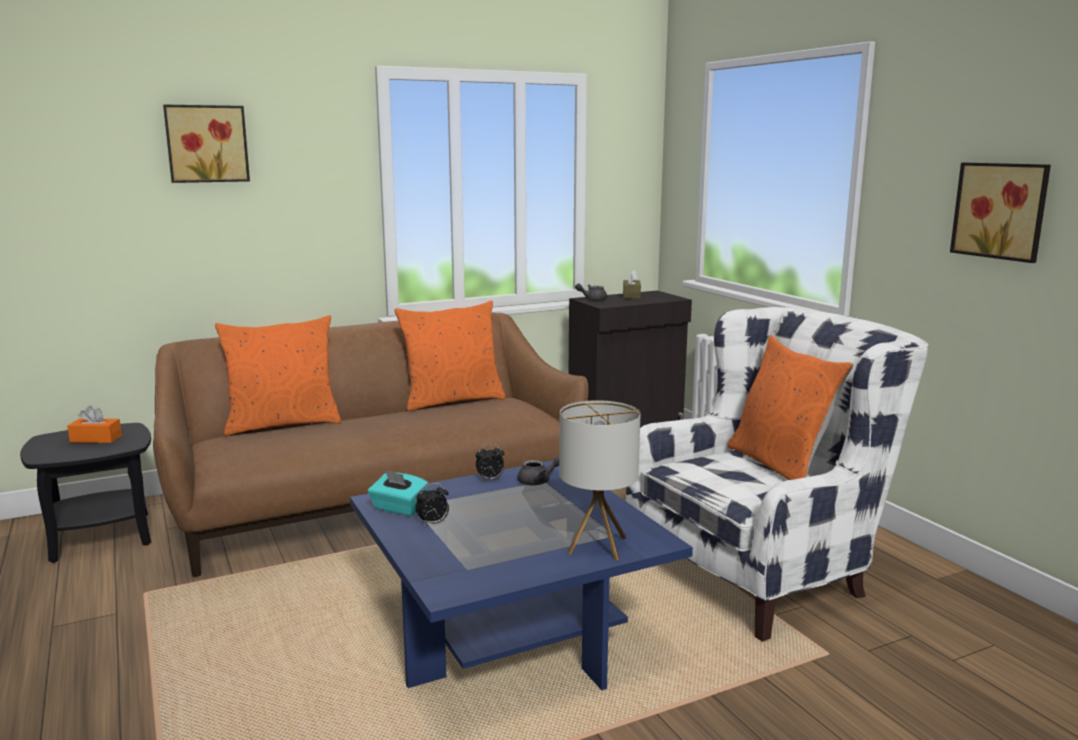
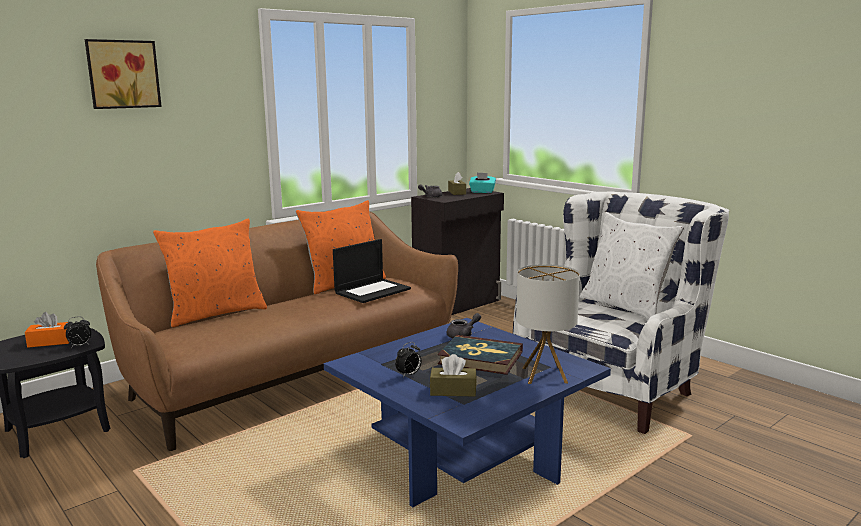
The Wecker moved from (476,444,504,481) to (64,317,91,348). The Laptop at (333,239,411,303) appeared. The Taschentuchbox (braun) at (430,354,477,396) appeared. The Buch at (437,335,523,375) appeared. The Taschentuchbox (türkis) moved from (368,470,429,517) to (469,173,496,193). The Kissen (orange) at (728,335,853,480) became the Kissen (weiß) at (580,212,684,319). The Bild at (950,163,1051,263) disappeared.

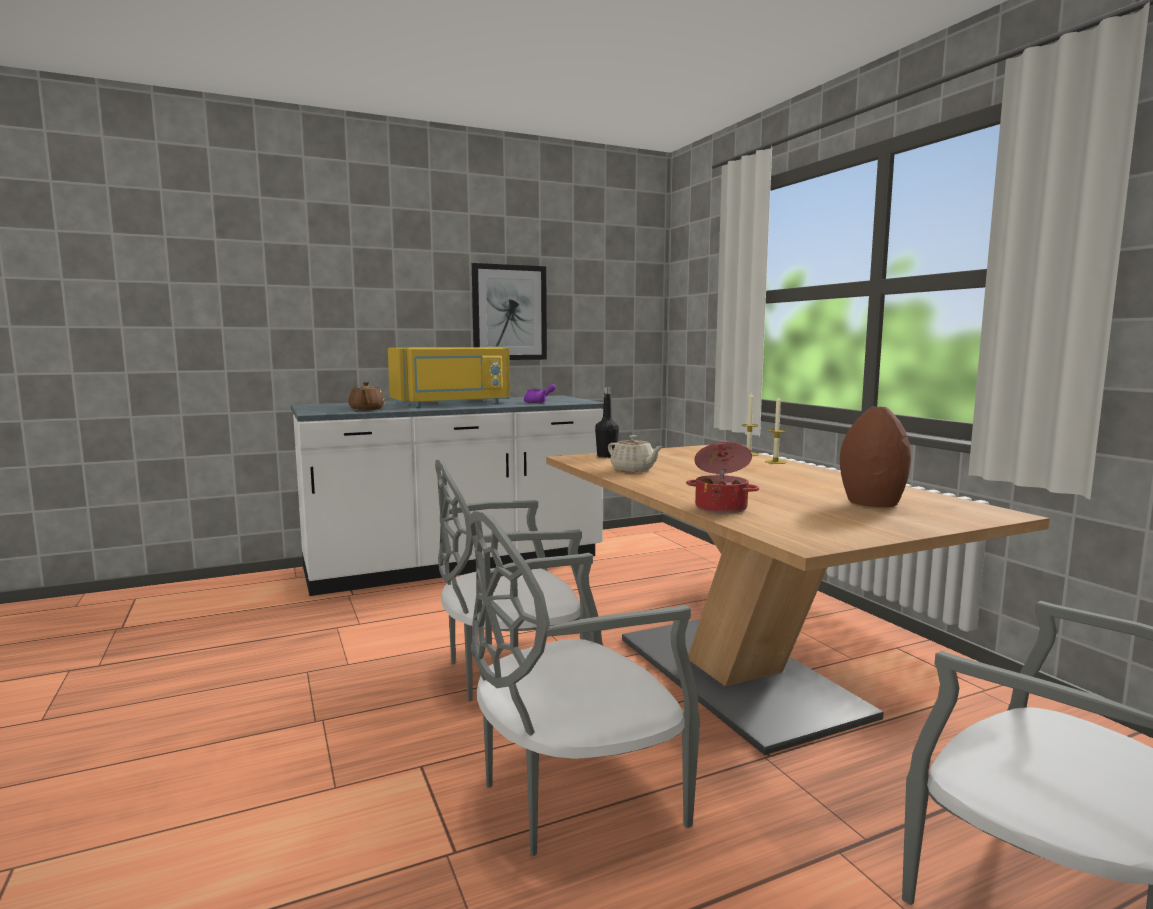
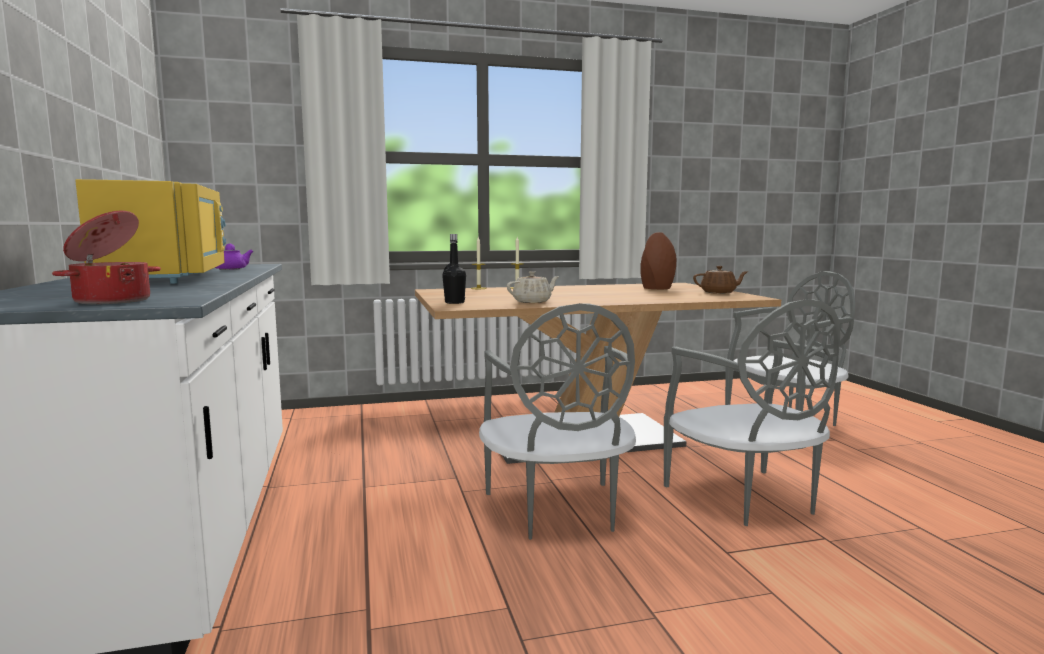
The Kochtopf moved from (686,442,759,514) to (52,211,161,304). The Teekanne (braun) moved from (348,382,385,410) to (693,266,749,294). The Bild at (472,263,547,360) disappeared.

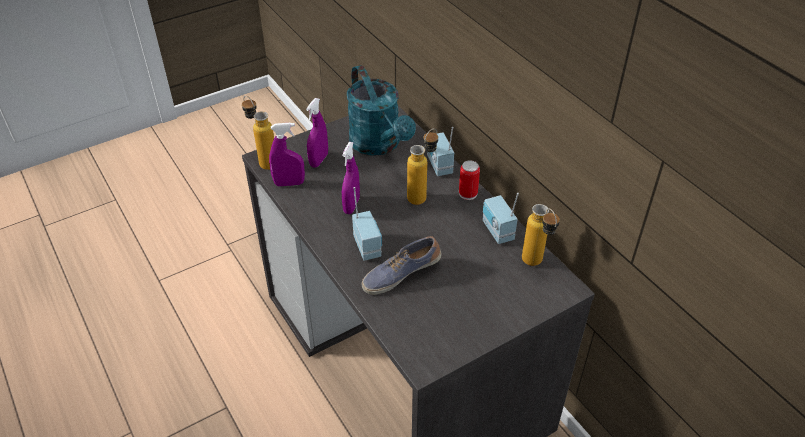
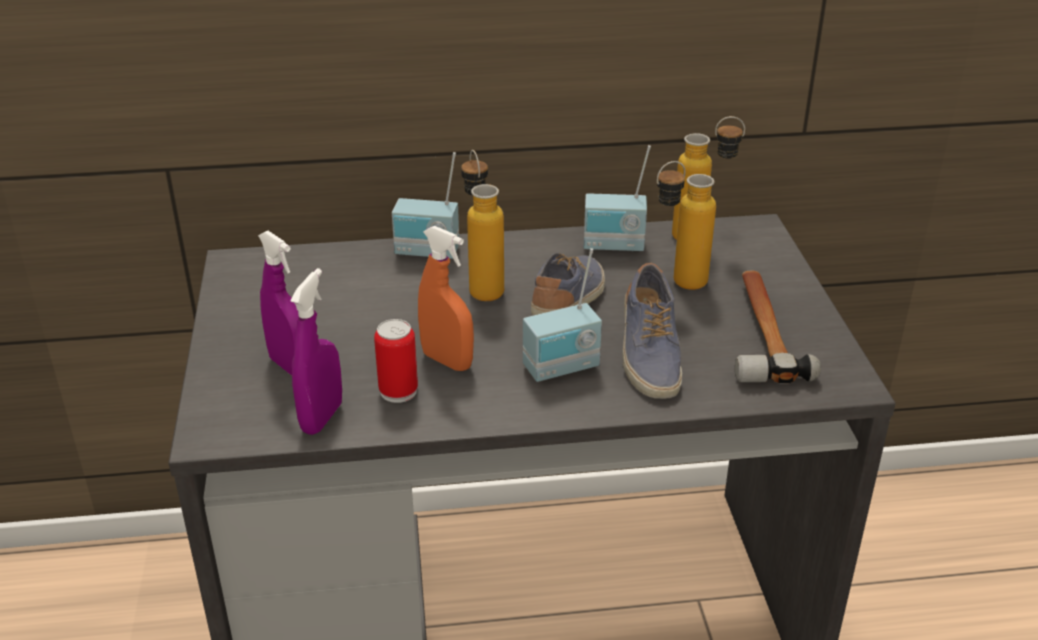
The Dose moved from (459,160,480,200) to (374,319,418,403). The Sprühflasche (lila) at (342,142,360,214) became the Sprühflasche (orange) at (418,226,474,371). The Radio at (352,187,382,261) turned 150 degrees clockwise. The Schuh at (531,252,605,316) appeared. The Flasche moved from (242,96,274,170) to (657,161,716,290). The Hammer at (735,271,821,384) appeared. The Gießkanne (türkis) at (347,65,416,156) disappeared.

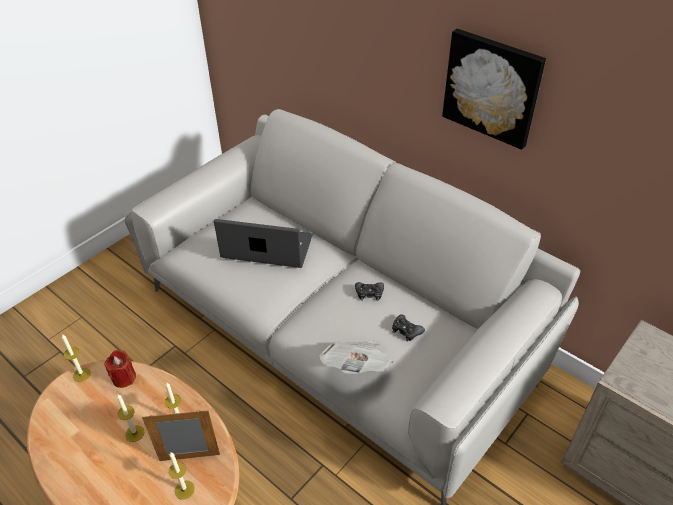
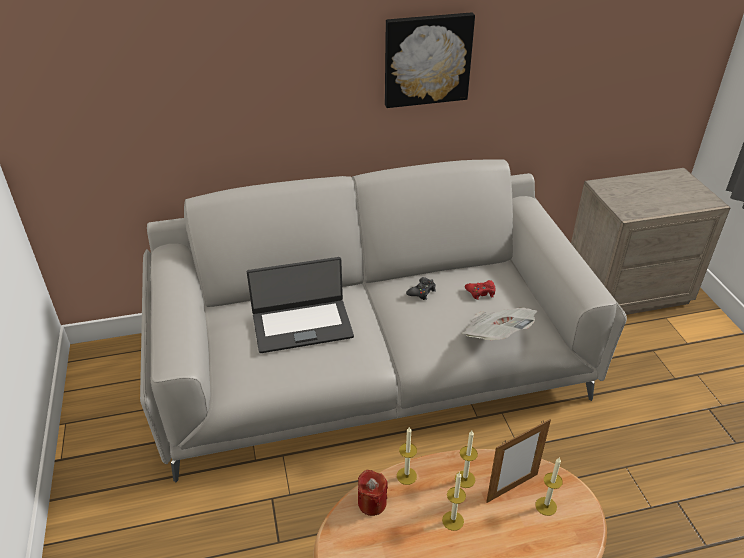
The Laptop at (214,219,312,268) turned 150 degrees counterclockwise. The Kerze moved from (62,334,91,382) to (397,427,417,485). The Gamepad (schwarz) at (392,314,425,342) became the Gamepad (rot) at (465,280,495,300). The Bilderrahmen at (142,410,220,461) turned 150 degrees counterclockwise.

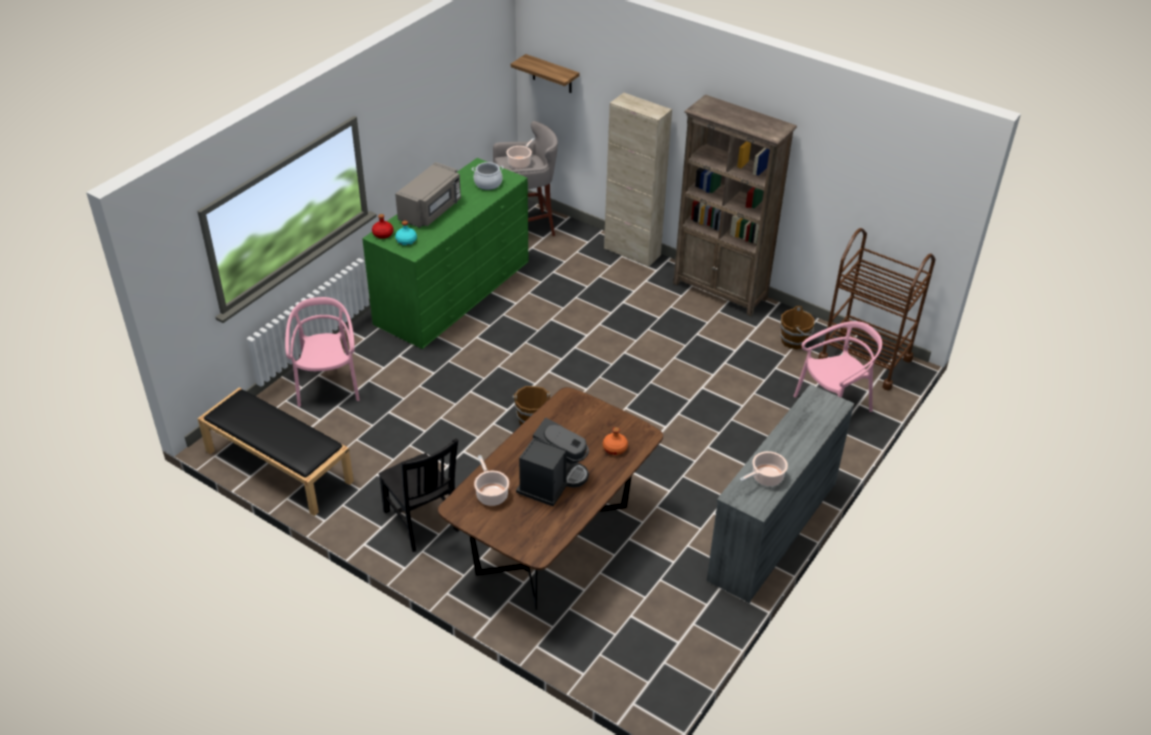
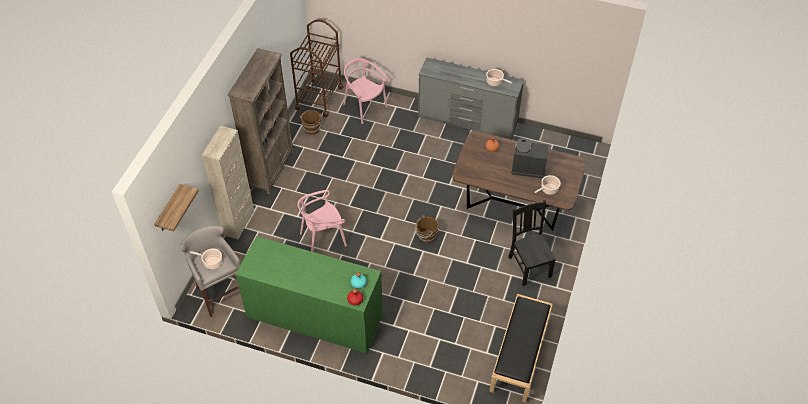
The Stuhl (rosa) moved from (285,297,360,407) to (298,190,347,252). The Stuhl (schwarz) at (379,439,459,552) turned 60 degrees counterclockwise. The Mikrowelle (grau) at (395,162,461,228) disappeared. The Kochtopf at (472,162,504,190) disappeared.

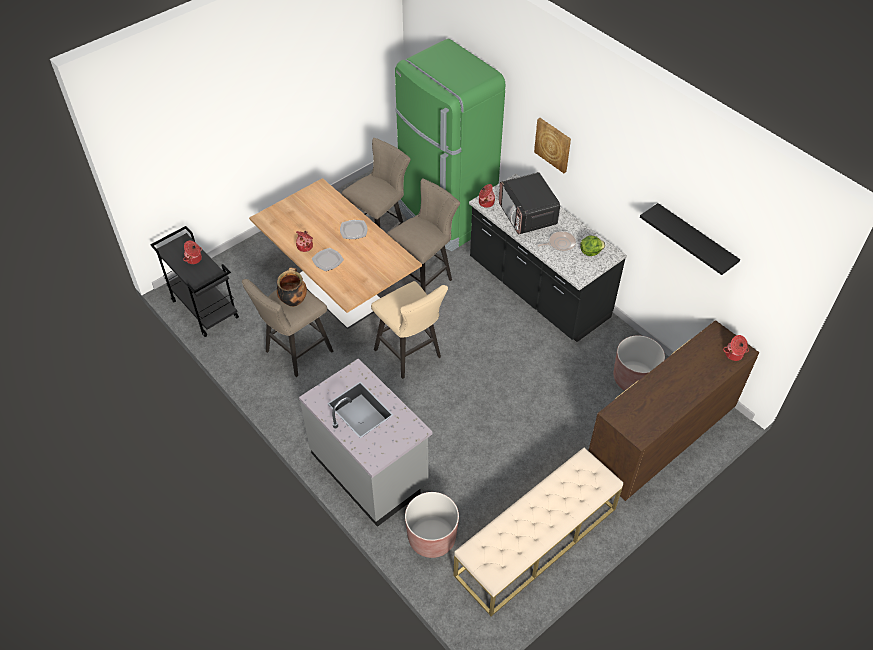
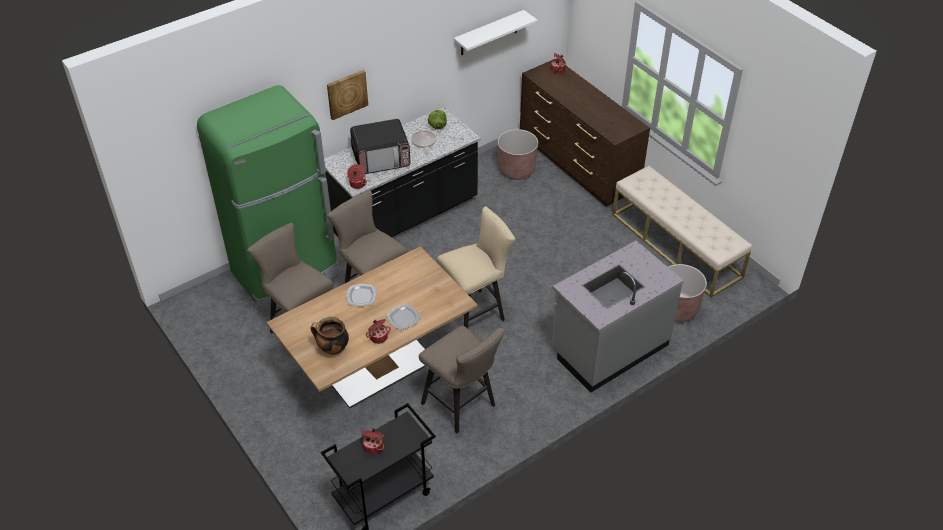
The Kochtopf moved from (277,267,307,307) to (311,317,349,355). The Wandregal (schwarz) at (640,203,740,275) became the Wandregal (weiß) at (454,10,538,55).

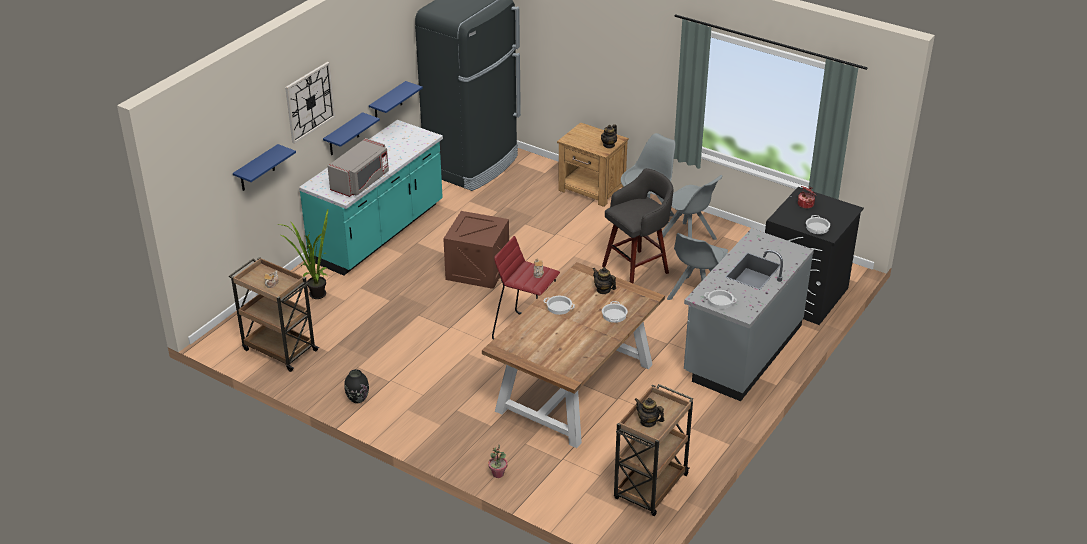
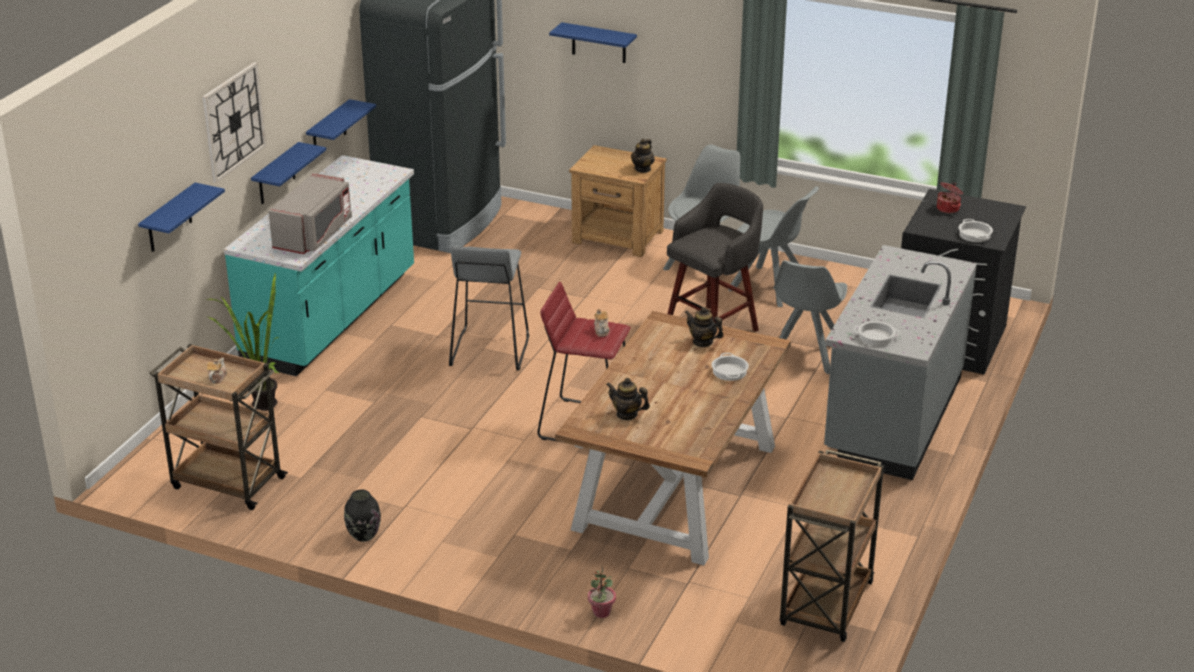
The Kiste at (443,211,509,289) was replaced by the Hocker (grau) at (449,246,529,371). The Wandregal (blau) at (549,22,637,63) appeared. The Teekanne moved from (634,398,664,427) to (606,378,650,420). The Kochtopf at (544,296,575,315) disappeared.

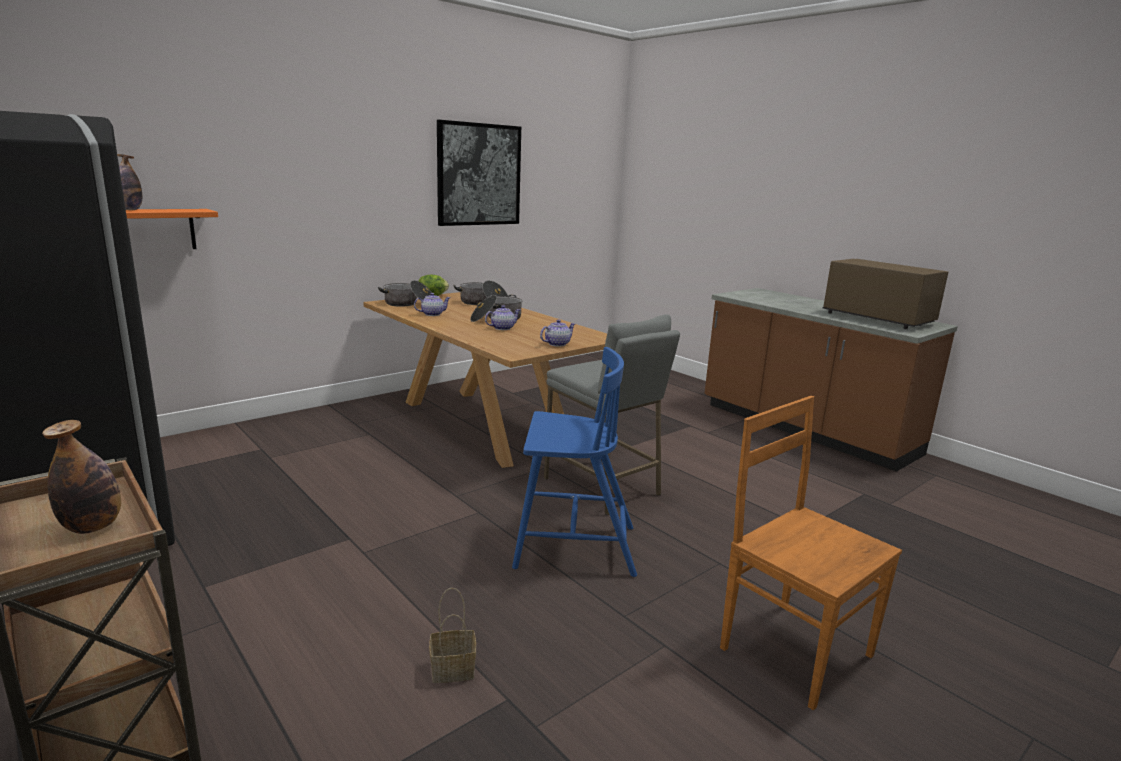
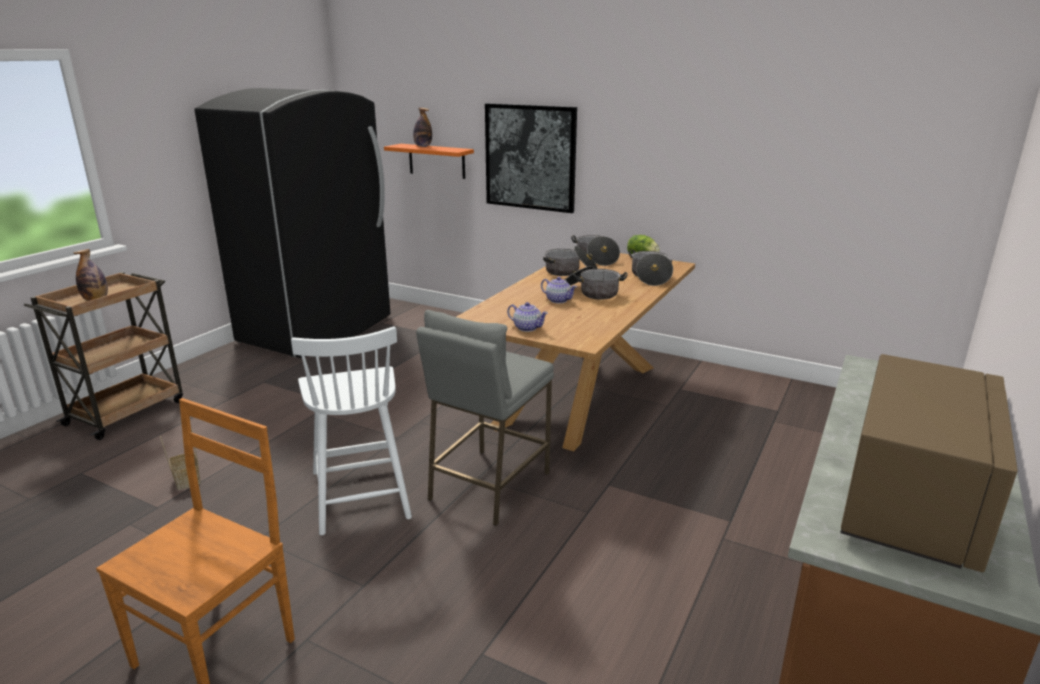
The Stuhl (blau) at (512,347,637,577) became the Stuhl (weiß) at (291,326,412,535). The Bild moved from (437,120,521,226) to (485,103,577,213). The Teekanne at (414,293,451,316) was replaced by the Kochtopf at (543,246,598,276).

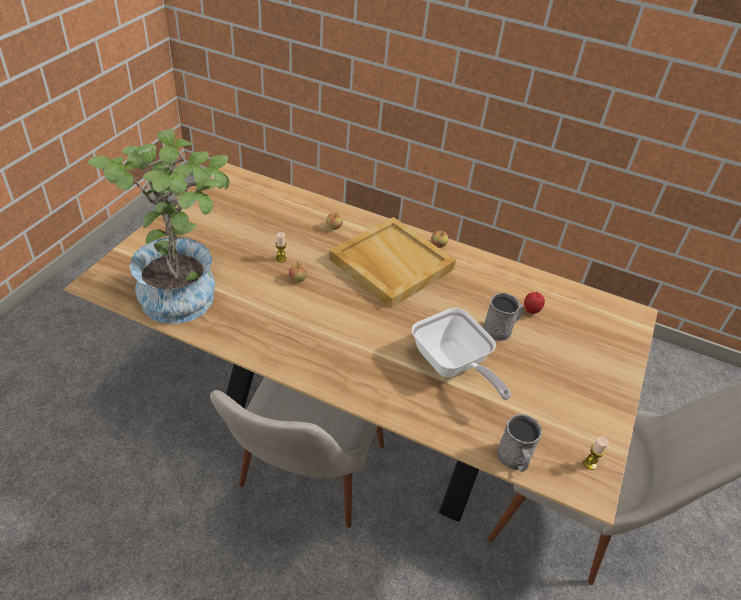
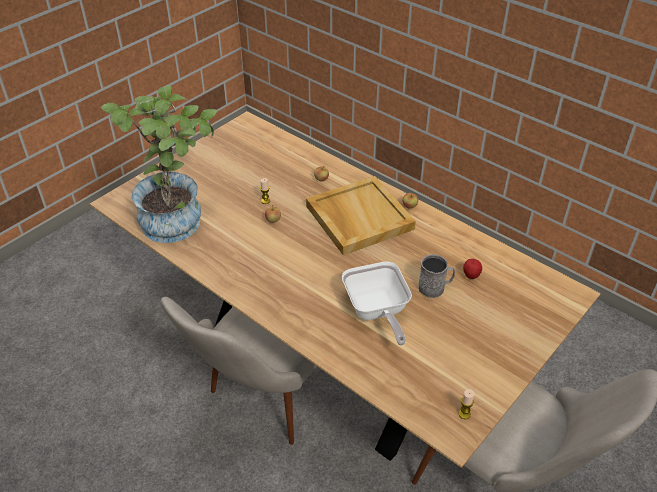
The Henkelbecher (grau) at (497,414,542,472) disappeared.

